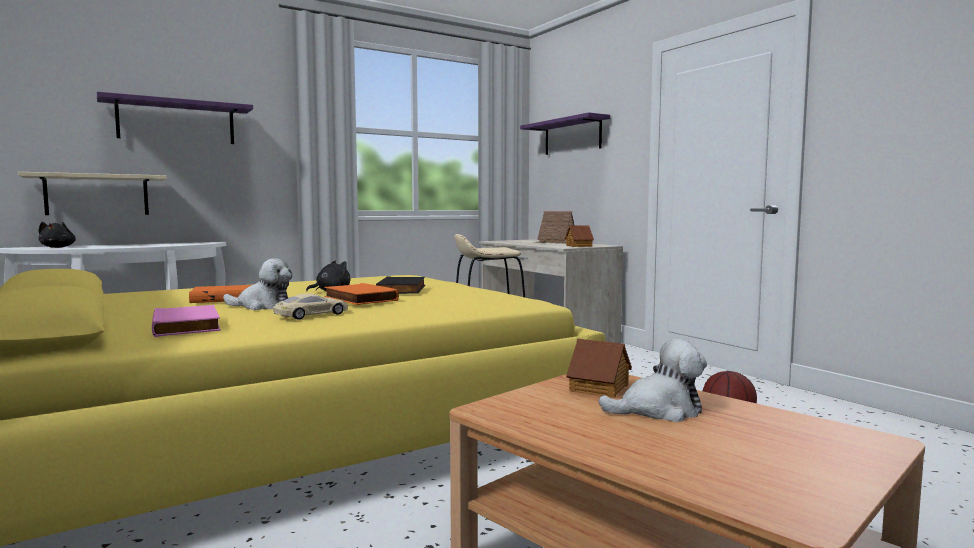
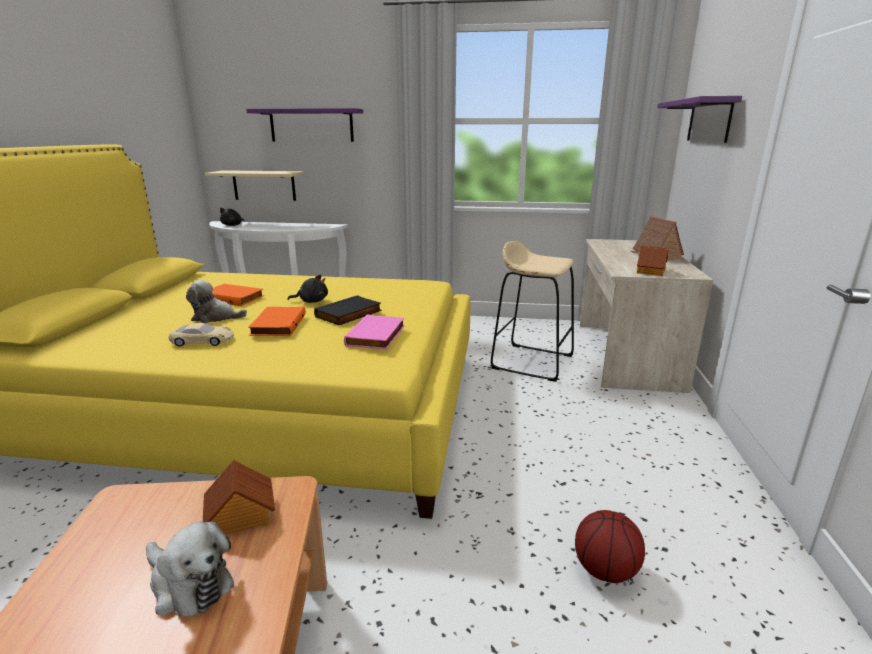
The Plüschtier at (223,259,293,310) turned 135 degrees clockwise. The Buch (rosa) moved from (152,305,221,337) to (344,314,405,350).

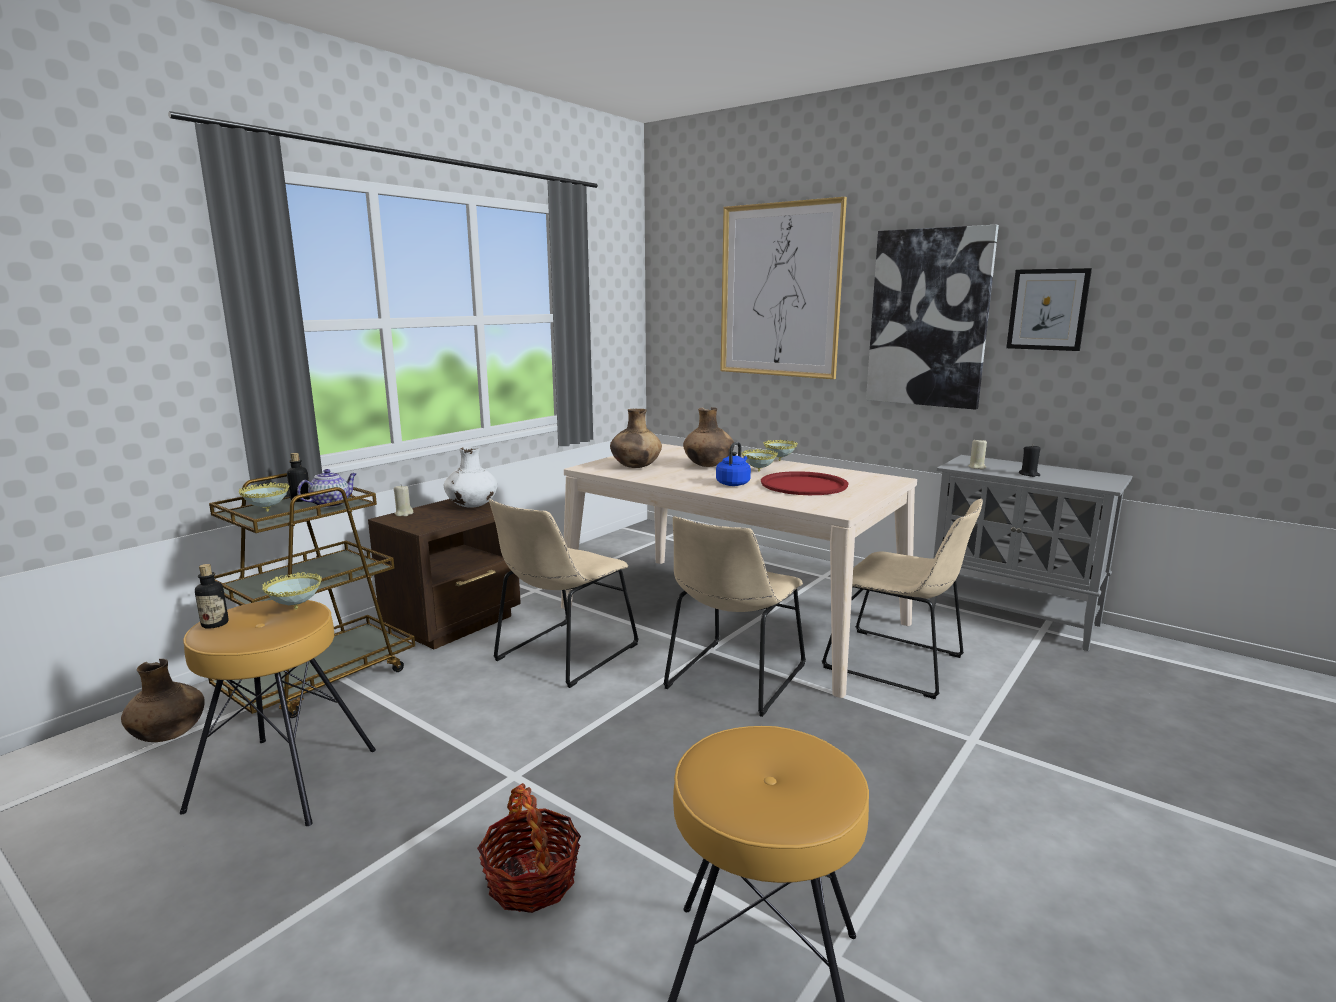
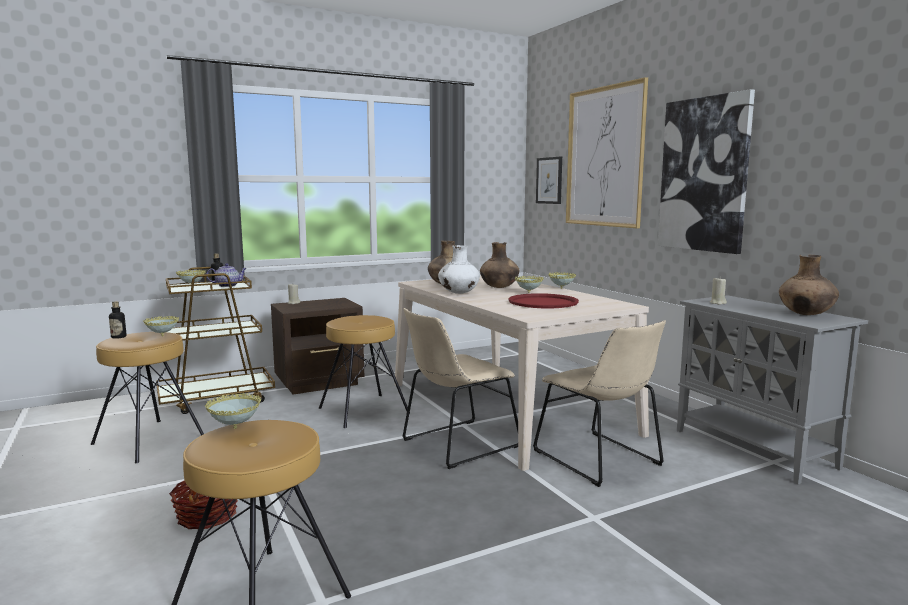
The Schüssel at (205,393,261,429) appeared. The Stuhl (beige) at (489,499,639,688) was replaced by the Hocker (braun) at (319,315,410,428). The Vase (weiß) moved from (444,447,498,508) to (438,245,480,294). The Bild moved from (1006,268,1092,351) to (536,157,562,204). The Vase (braun) moved from (121,659,205,742) to (779,255,839,315). The Wasserkessel (blau) at (716,442,751,486) disappeared. The Kerze (schwarz) at (1019,445,1041,477) disappeared.

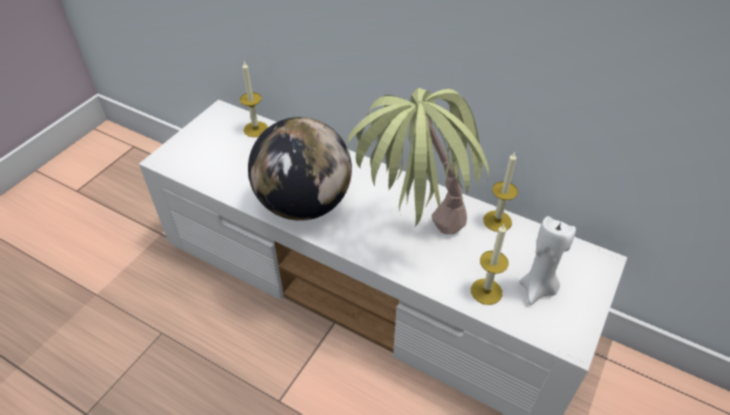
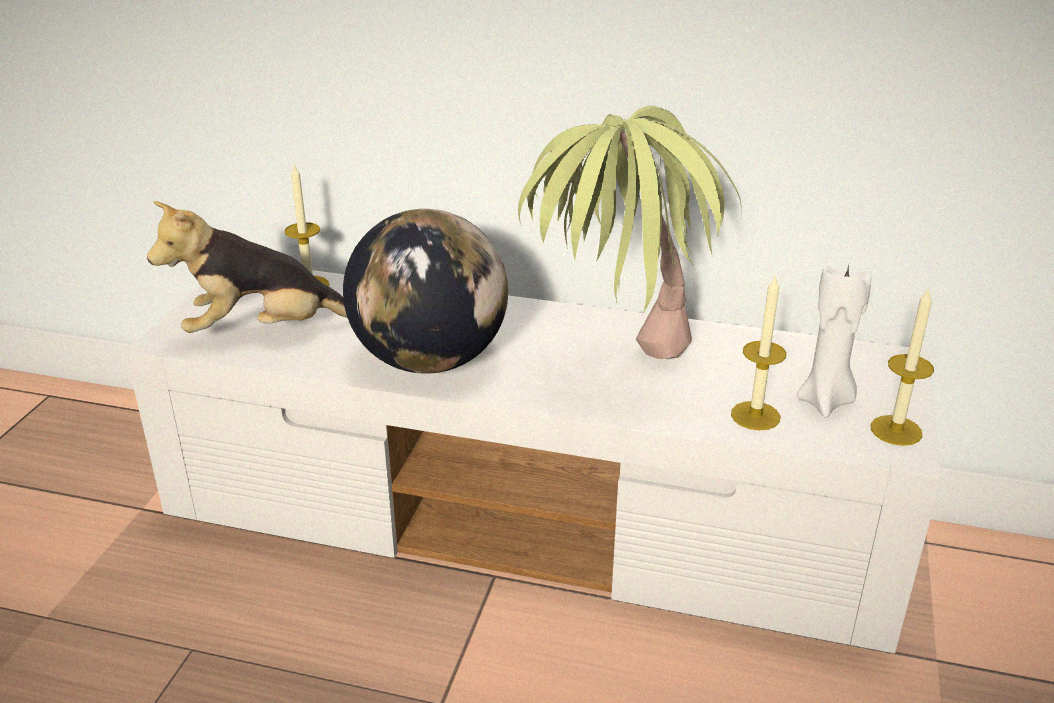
The Plüschtier at (147,201,347,333) appeared. The Kerze moved from (483,151,518,232) to (871,287,934,446).

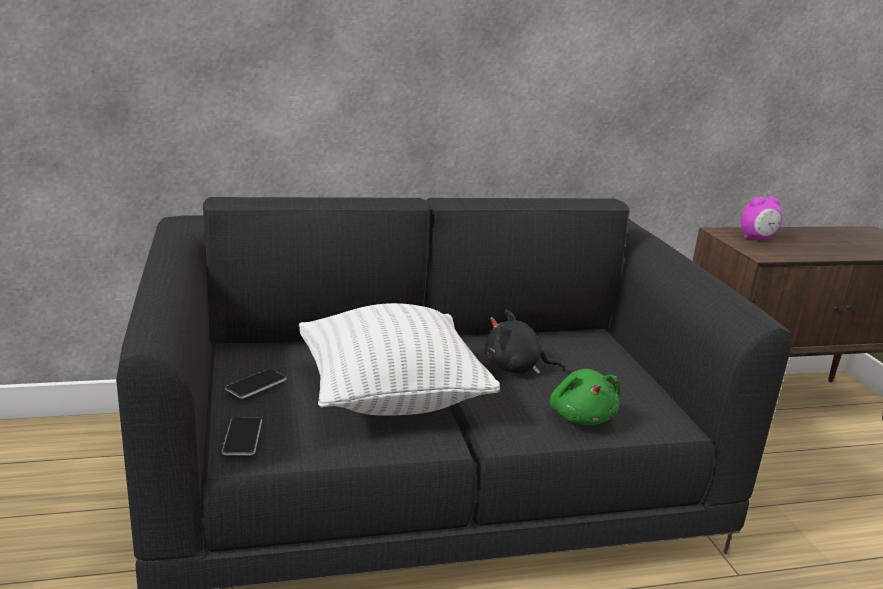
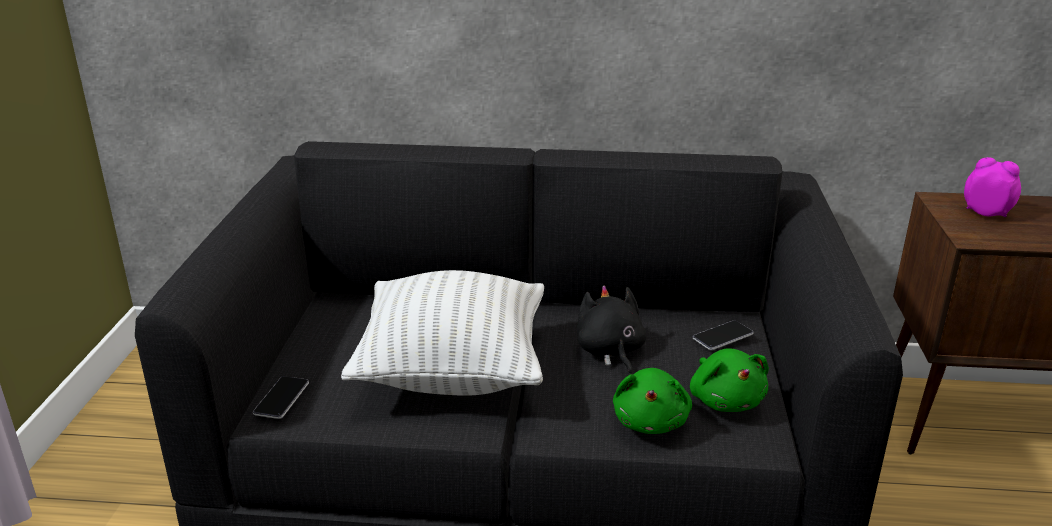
The Plüschtier (schwarz) at (484,310,566,374) turned 45 degrees clockwise. The Plüschtier (grün) at (690,348,769,412) appeared. The Handy moved from (225,369,287,399) to (693,320,754,350). The Wecker at (741,196,782,240) turned 150 degrees counterclockwise.

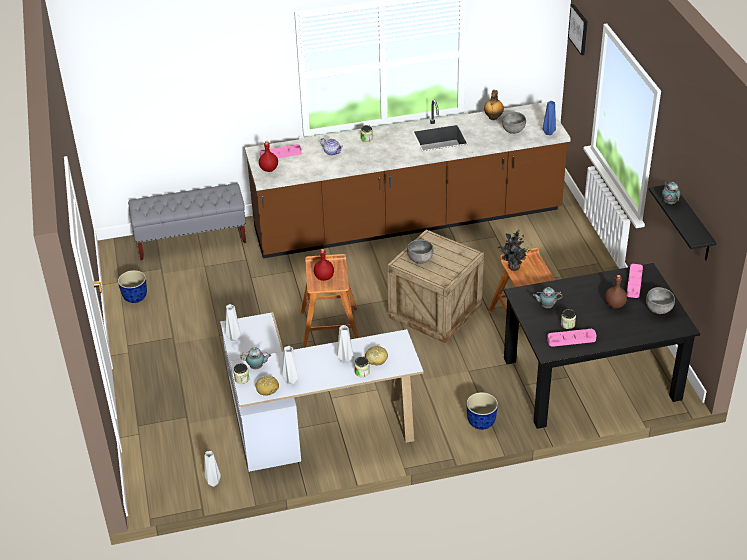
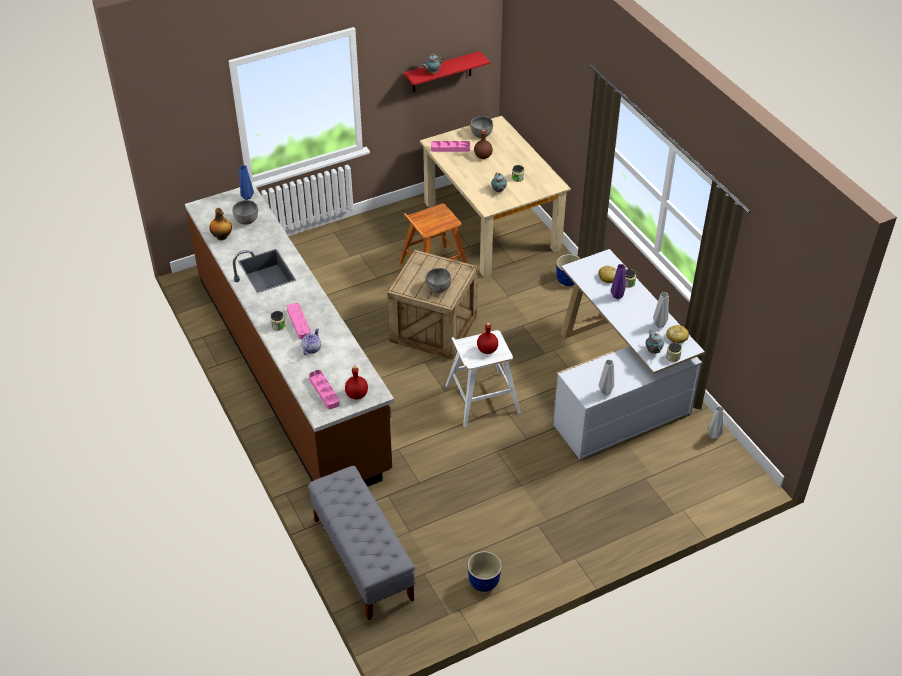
The Tablett (rosa) moved from (547,329,597,347) to (287,303,311,340). The Wandregal (schwarz) at (649,185,716,260) became the Wandregal (rot) at (404,51,490,92). The Esstisch (schwarz) at (504,263,700,429) became the Esstisch (beige) at (420,116,571,277). The Hocker (braun) at (301,254,359,348) became the Hocker (weiß) at (445,330,521,427). The Vase (grau) at (337,325,353,363) became the Vase (lila) at (611,264,626,299). The Topfpflanze at (497,229,529,271) disappeared. The Bild at (568,4,588,55) disappeared.

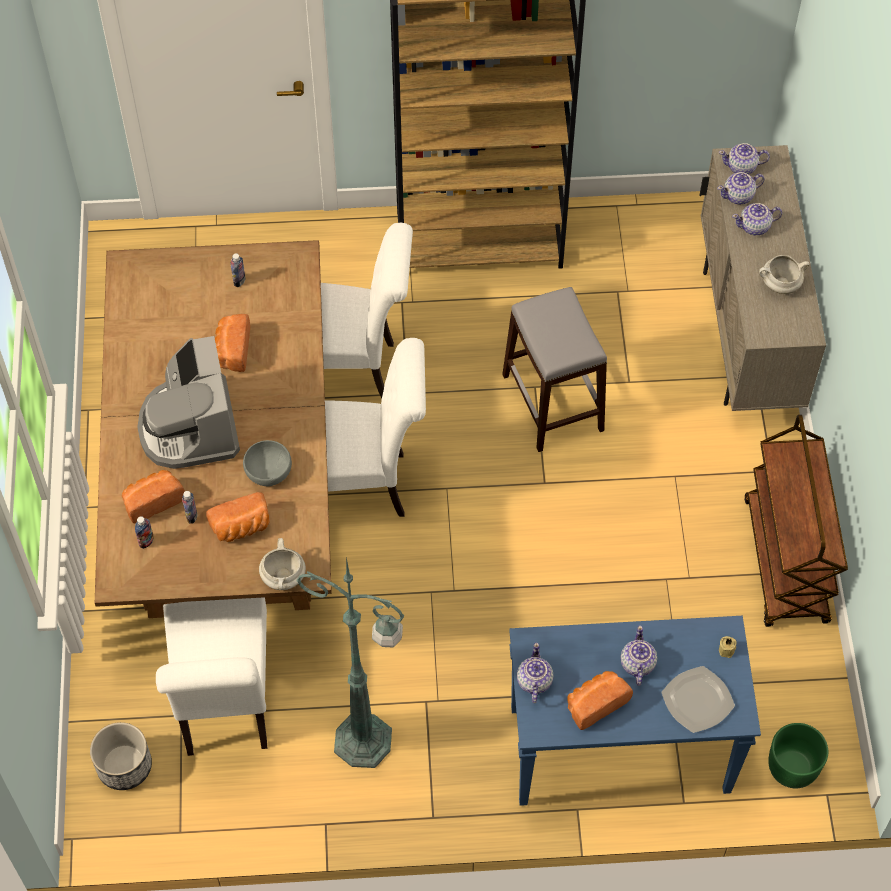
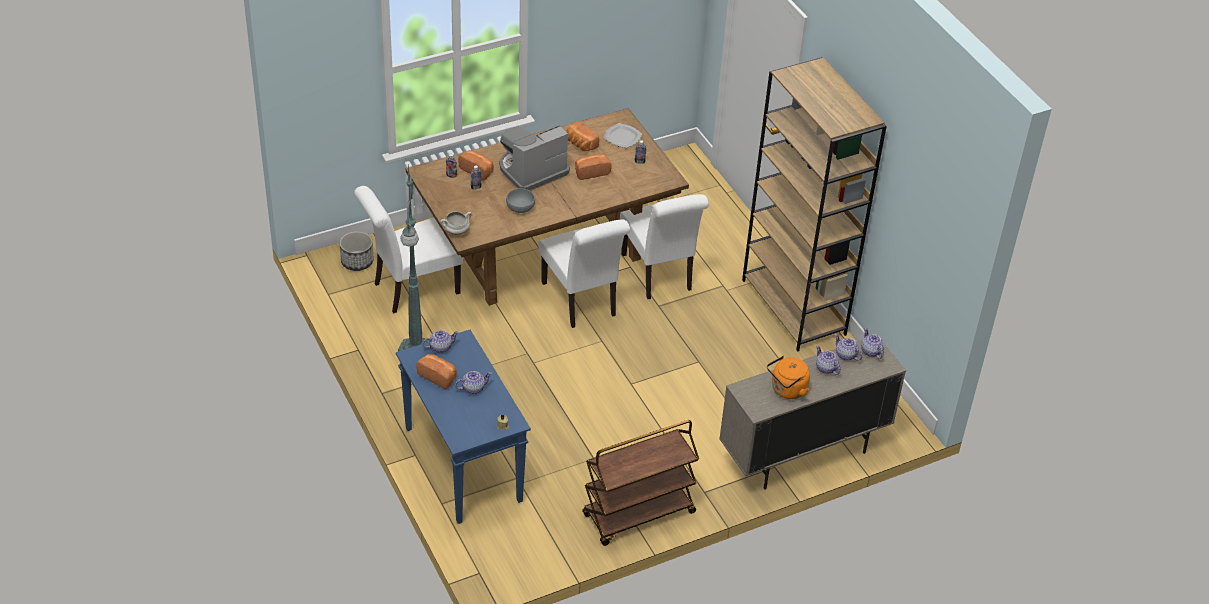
The Brot moved from (206,492,270,542) to (566,121,599,151). The Teller moved from (661,666,735,733) to (603,123,642,148). The Kochtopf (weiß) at (759,255,810,294) was replaced by the Wasserkessel (orange) at (767,356,810,399). The Hocker (grau) at (502,287,607,452) disappeared. The Pflanzkübel (grün) at (768,723,828,788) disappeared.

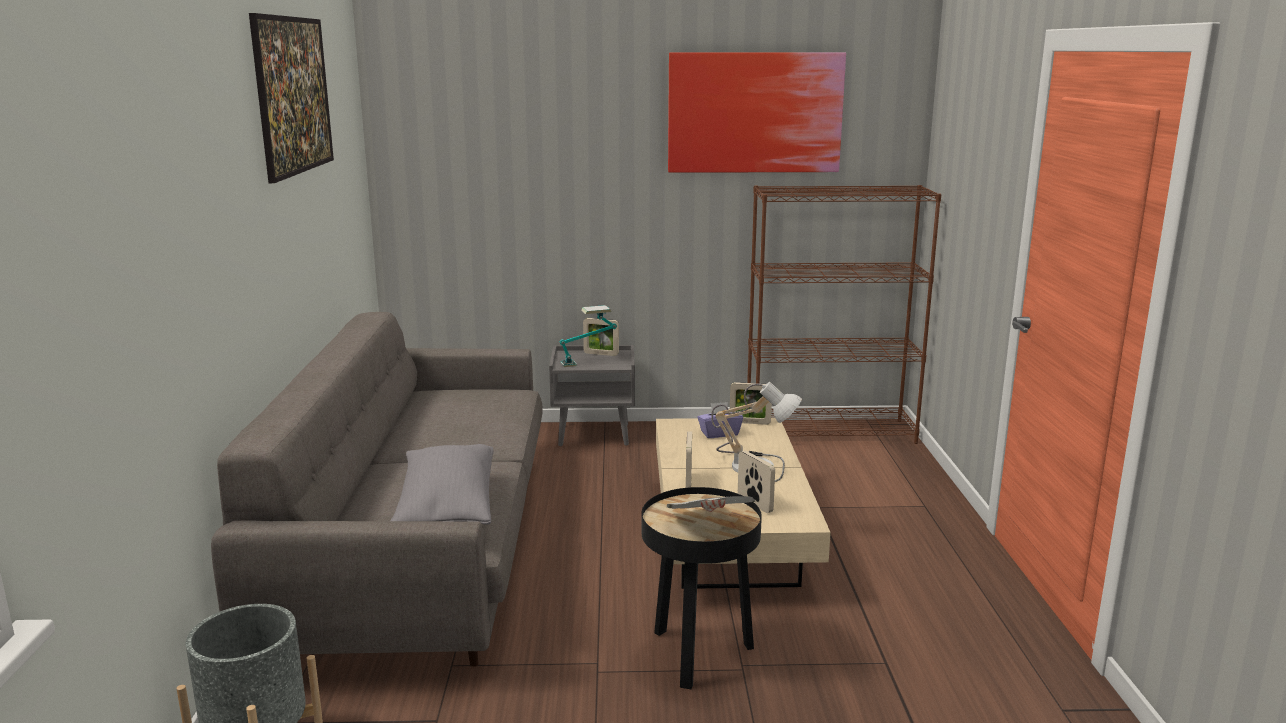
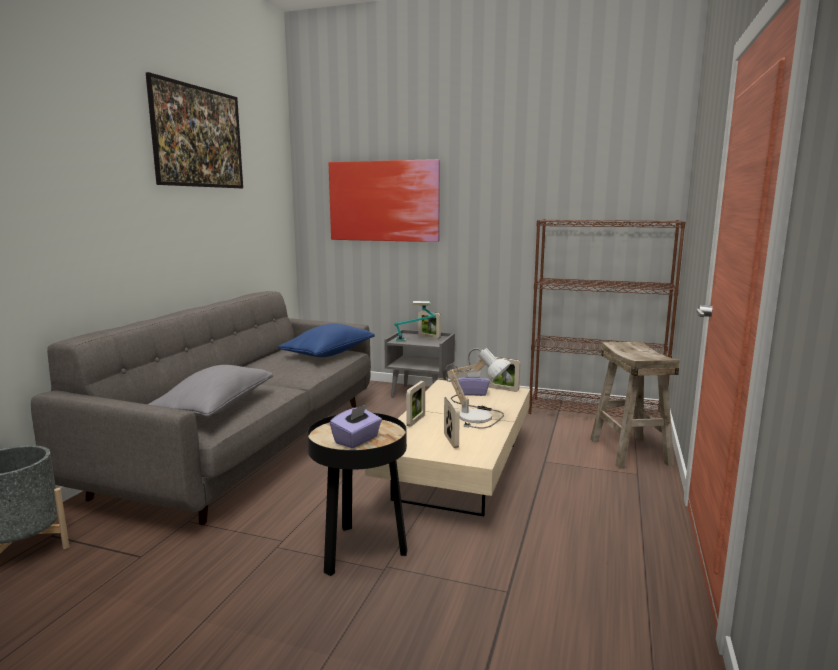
The Kissen (blau) at (278,324,375,357) appeared. The Bild moved from (668,52,846,173) to (329,159,440,242). The Zeitung at (667,496,755,512) was replaced by the Taschentuchbox (lila) at (330,404,382,448). The Hocker (beige) at (590,341,680,469) appeared.

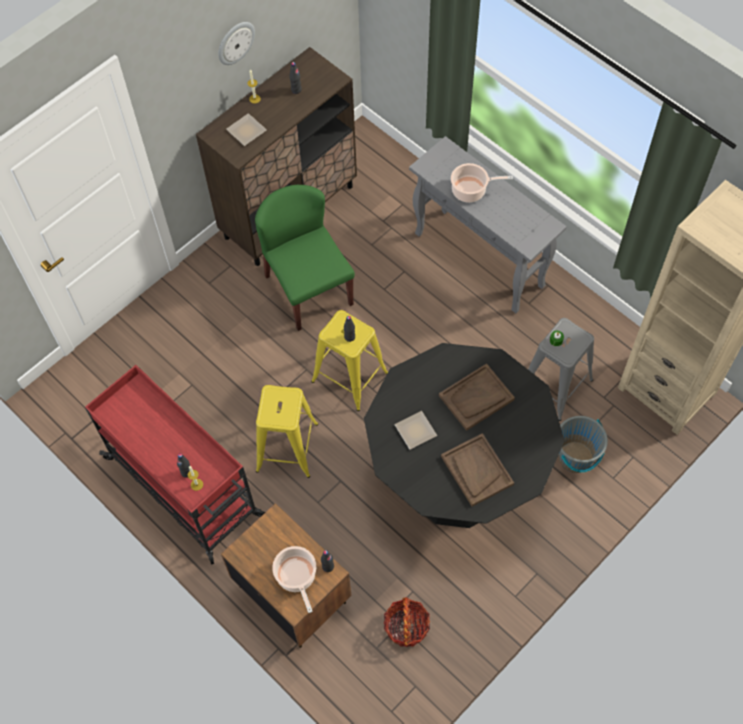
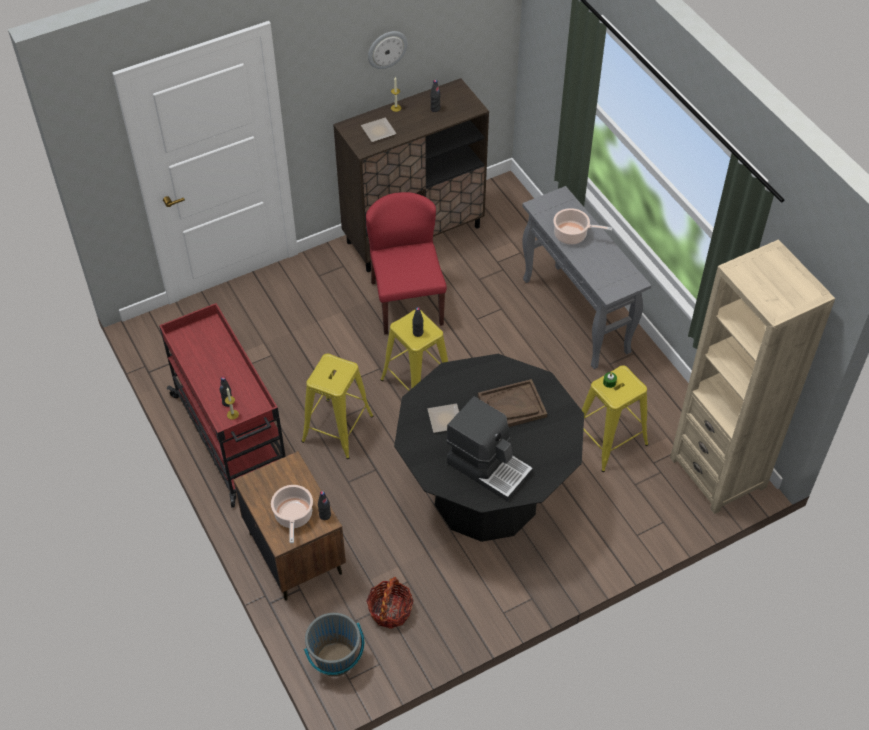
The Eimer (grau) moved from (559,416,608,473) to (304,613,364,677). The Stuhl (grün) at (255,185,355,331) became the Stuhl (rot) at (366,192,447,335). The Tablett (braun) at (441,433,514,507) was replaced by the Kaffeemaschine at (447,396,533,502). The Hocker (grau) at (528,318,594,421) became the Hocker (gelb) at (582,365,649,472).

